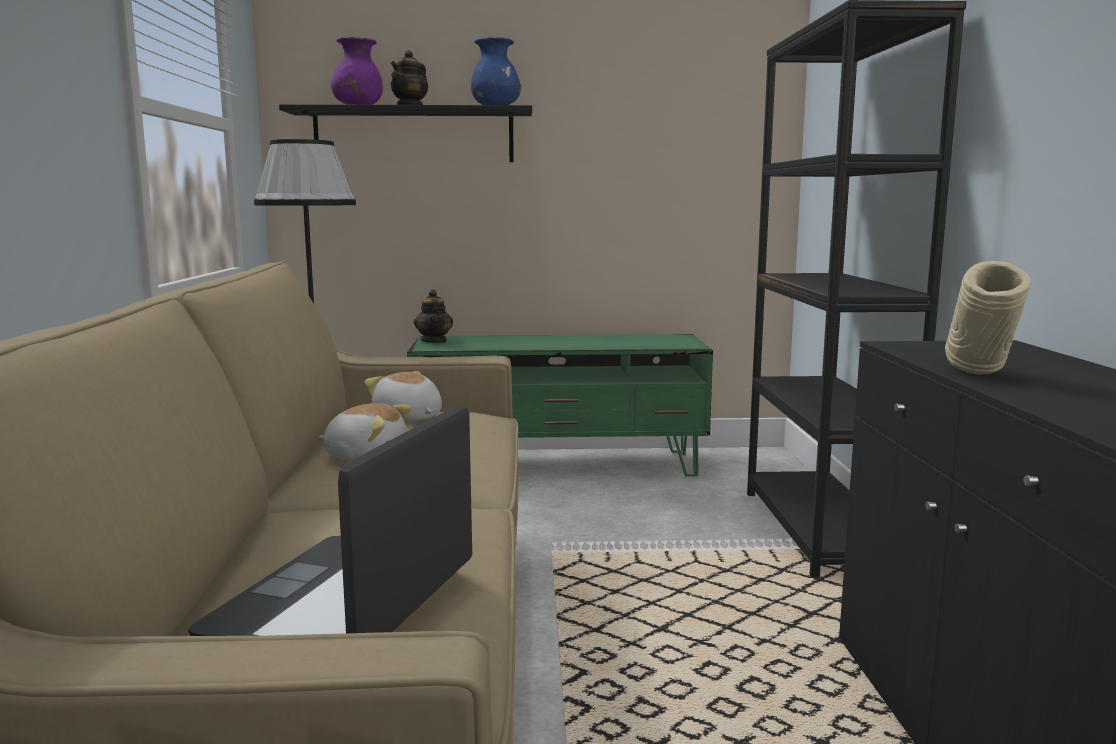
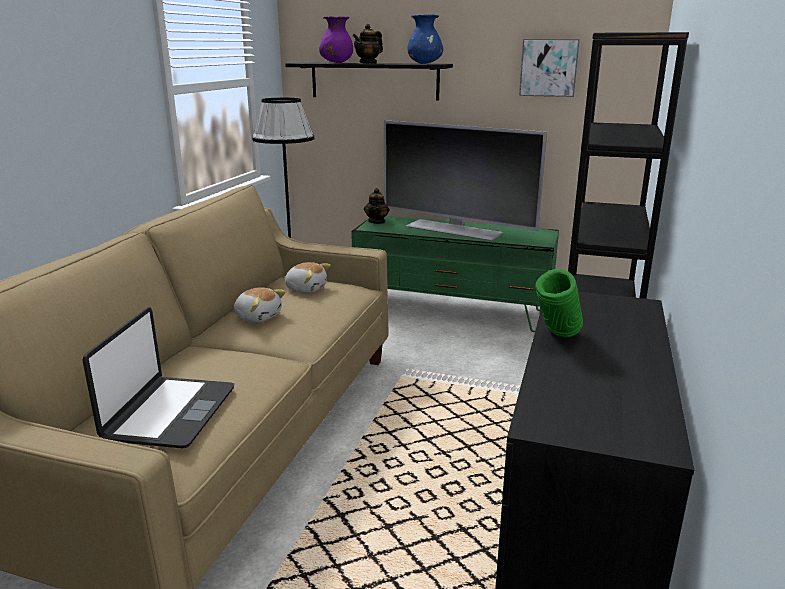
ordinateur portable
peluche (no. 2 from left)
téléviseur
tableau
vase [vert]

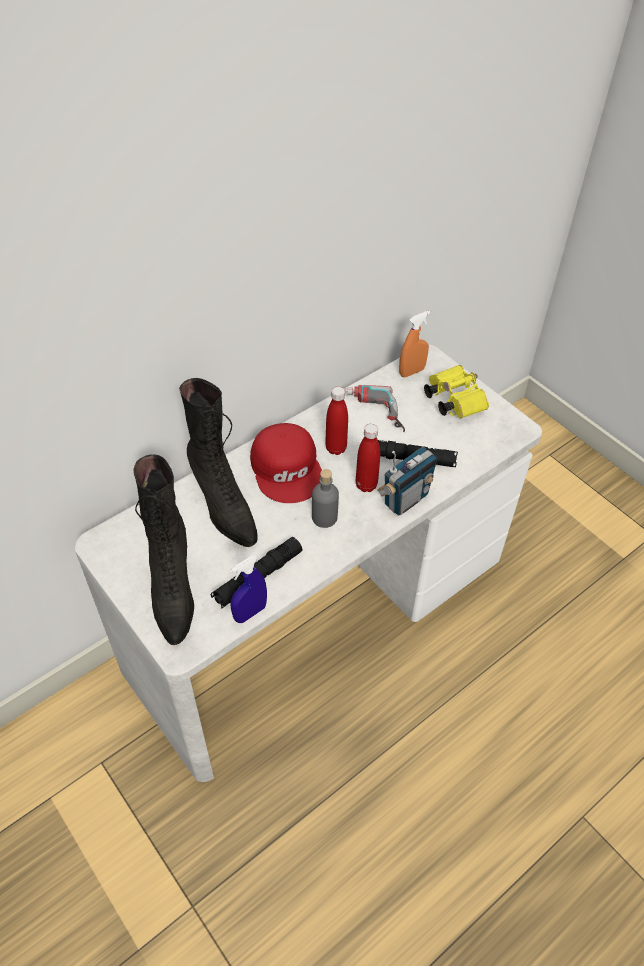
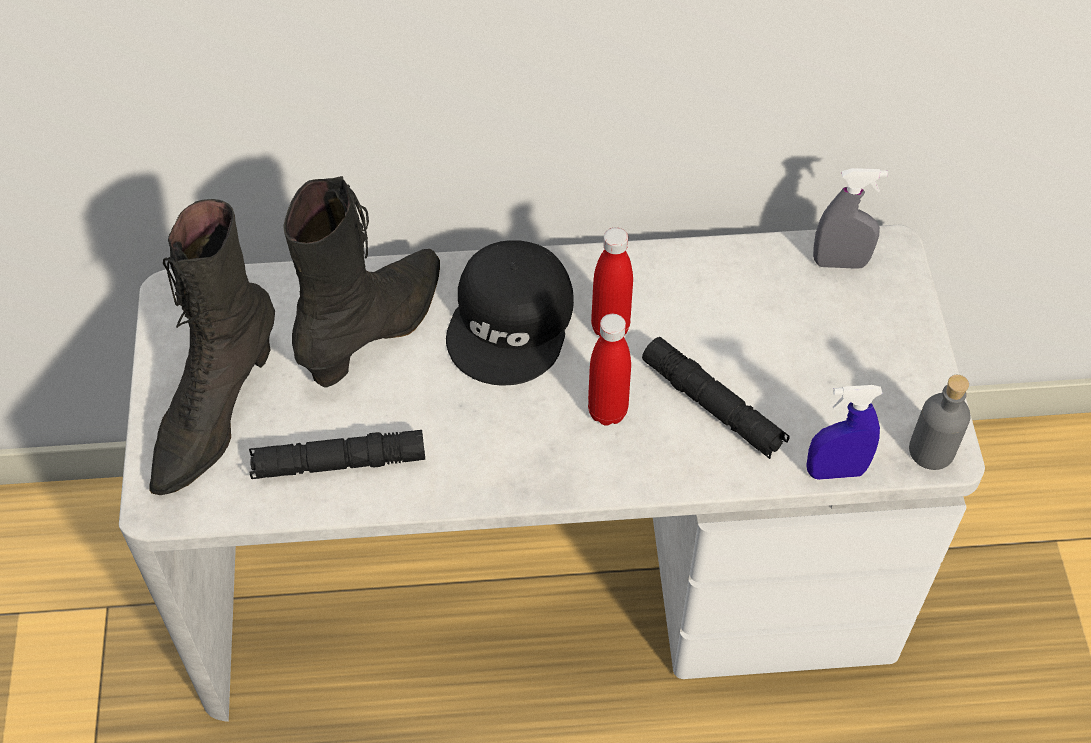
botte [noir] (no. 2 from left)
casquette [noir]
vaporisateur [bleu]
vaporisateur [gris]
bouteille [gris]
perceuse
radio
jumelles [jaune]

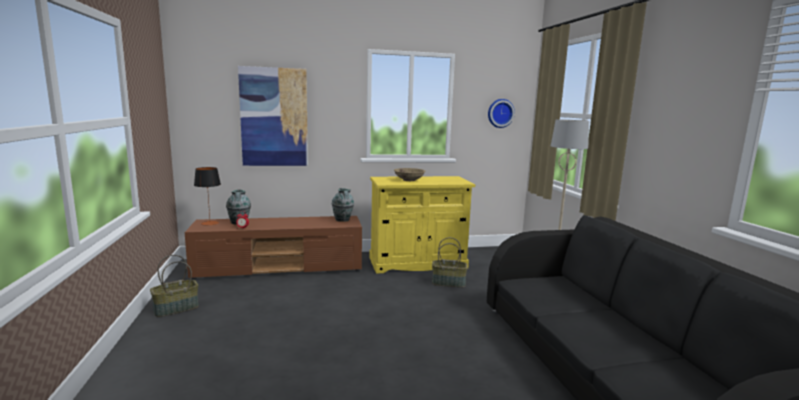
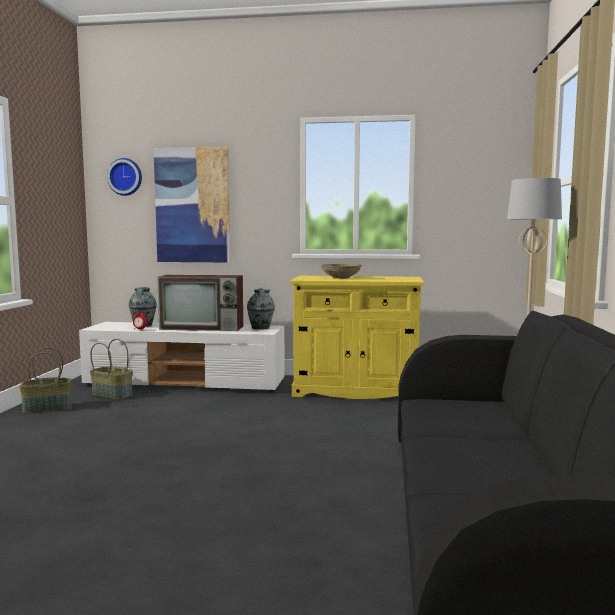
meuble télé [blanc]
panier (no. 2 from left)
horloge murale
téléviseur
lampe de table

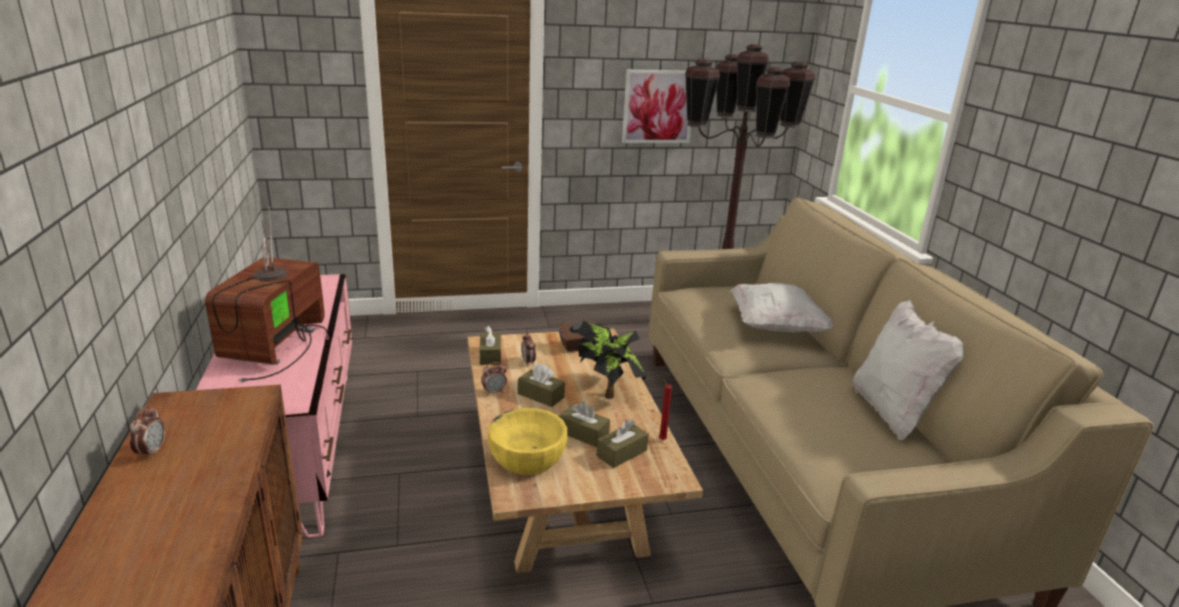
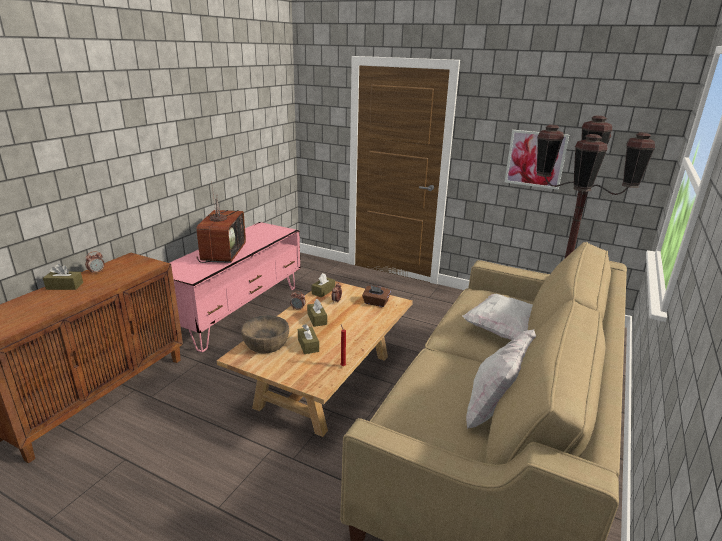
boîte à mouchoirs [marron] (no. 1 from left)
téléviseur
bol [marron]
plante en pot

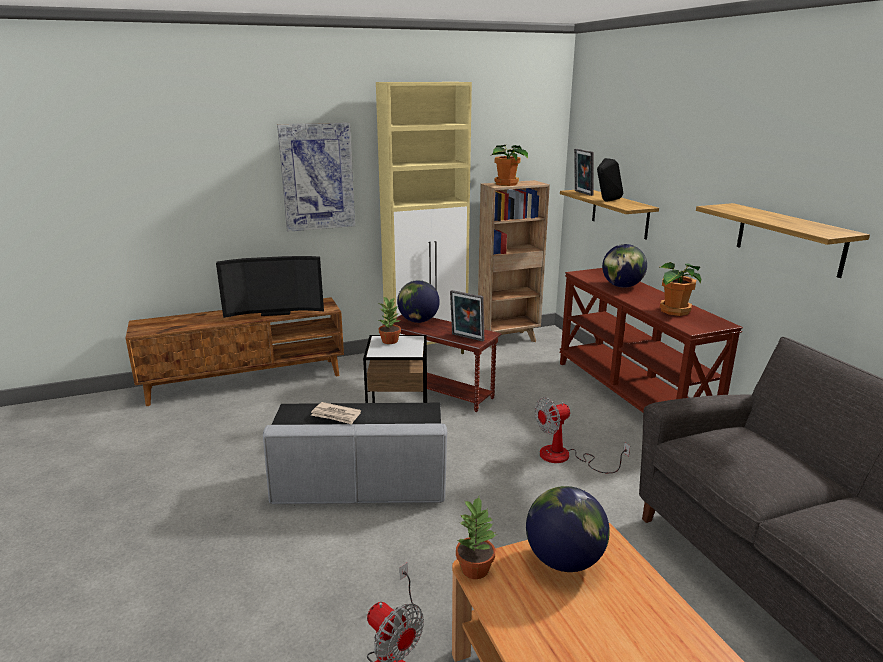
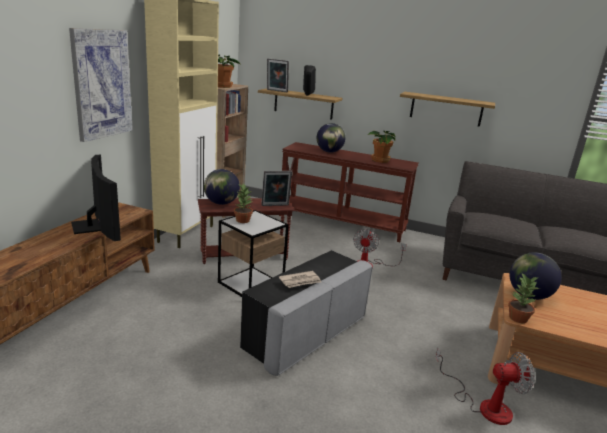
téléviseur

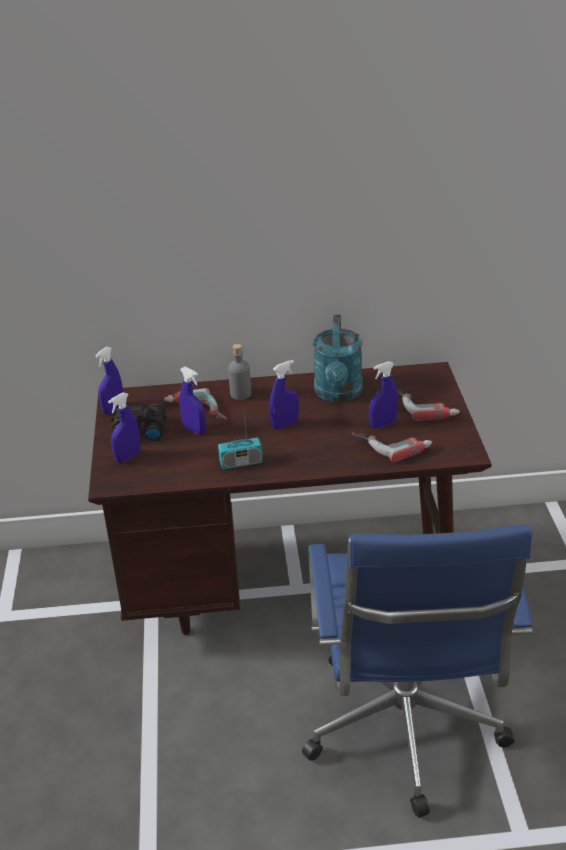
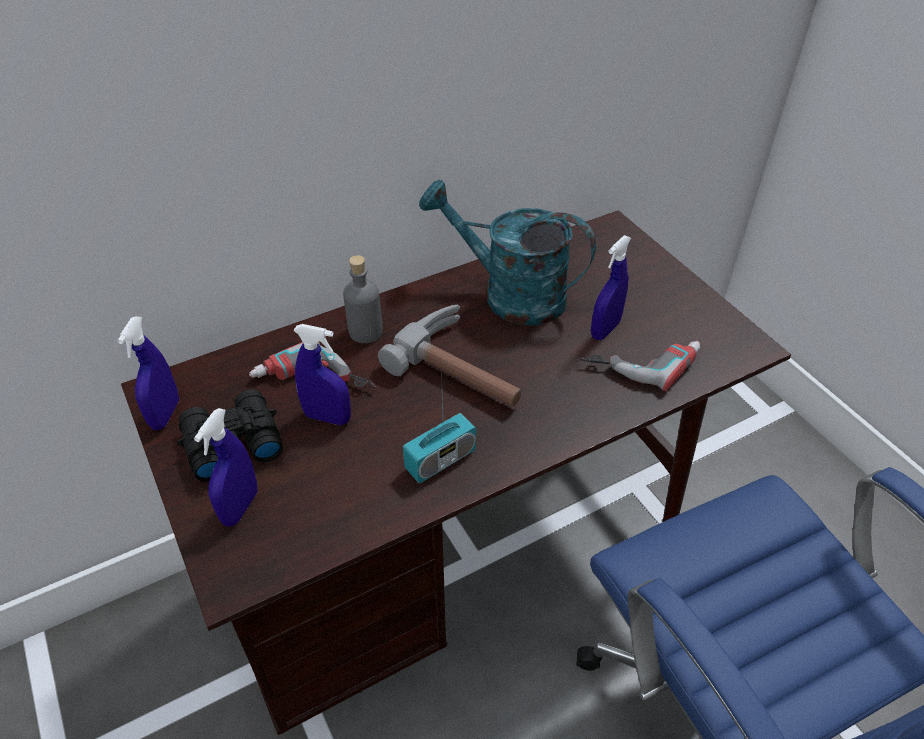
marteau
arrosoir [turquoise]
perceuse (no. 3 from left in the first image)

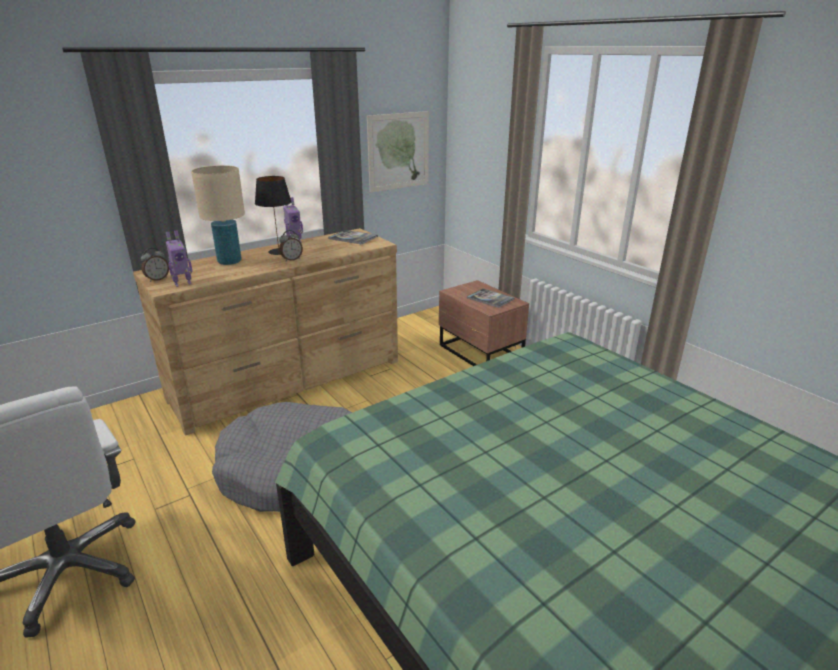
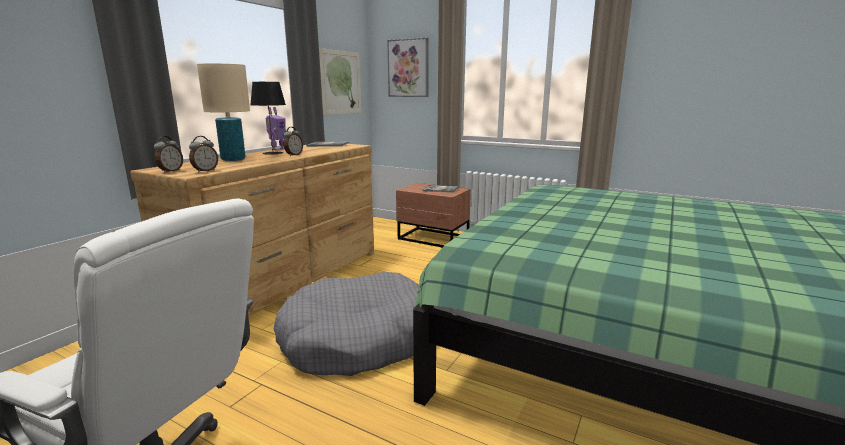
réveil (no. 2 from left)
tableau (no. 2 from left)

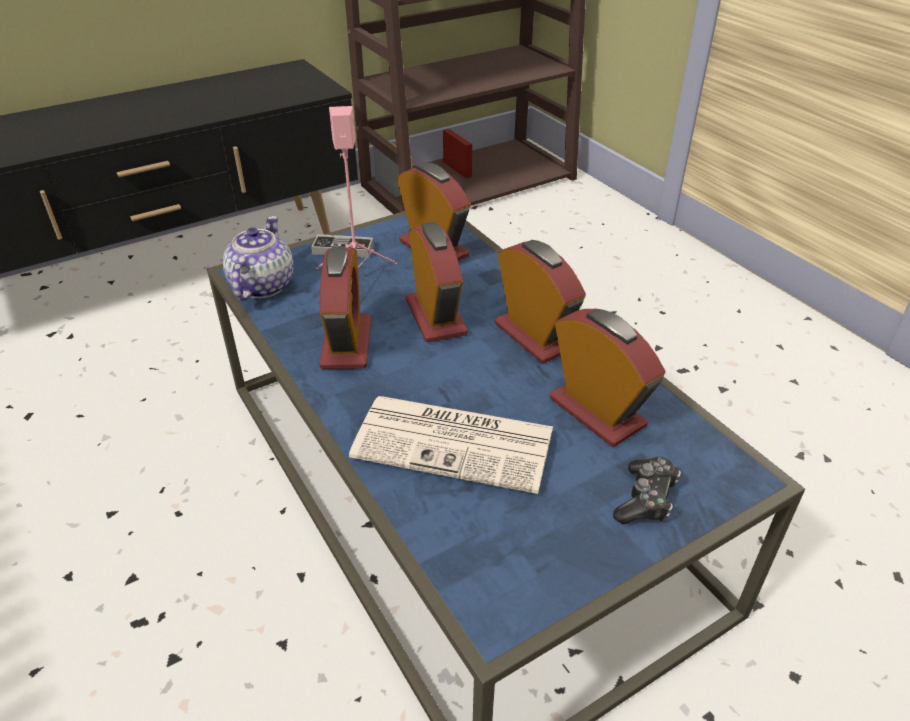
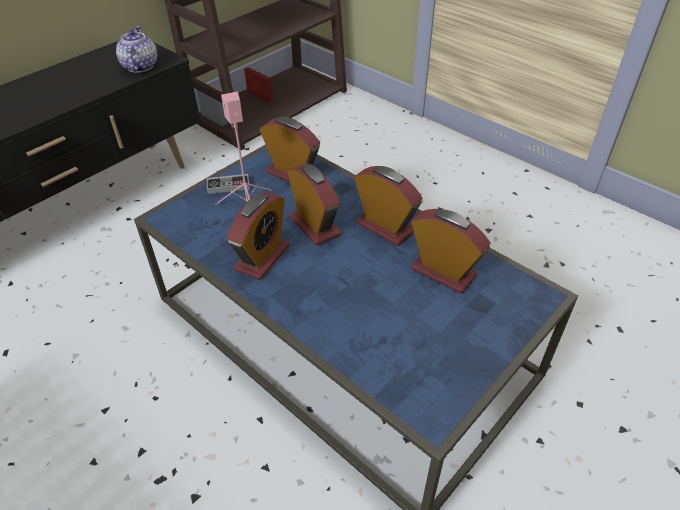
théière
réveil (no. 1 from left)
journal
manette (no. 2 from left in the first image)

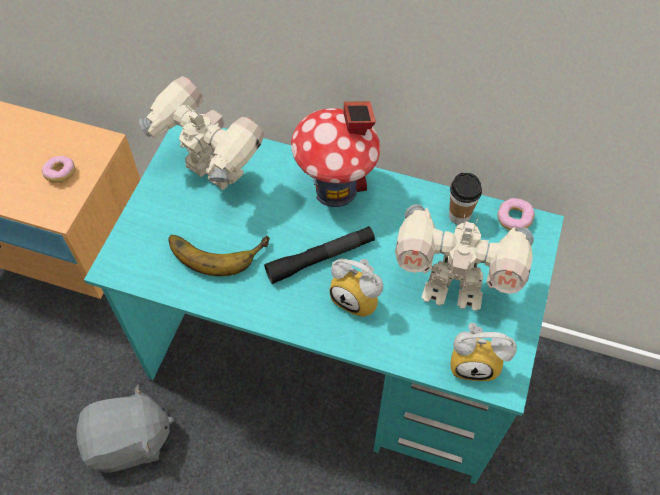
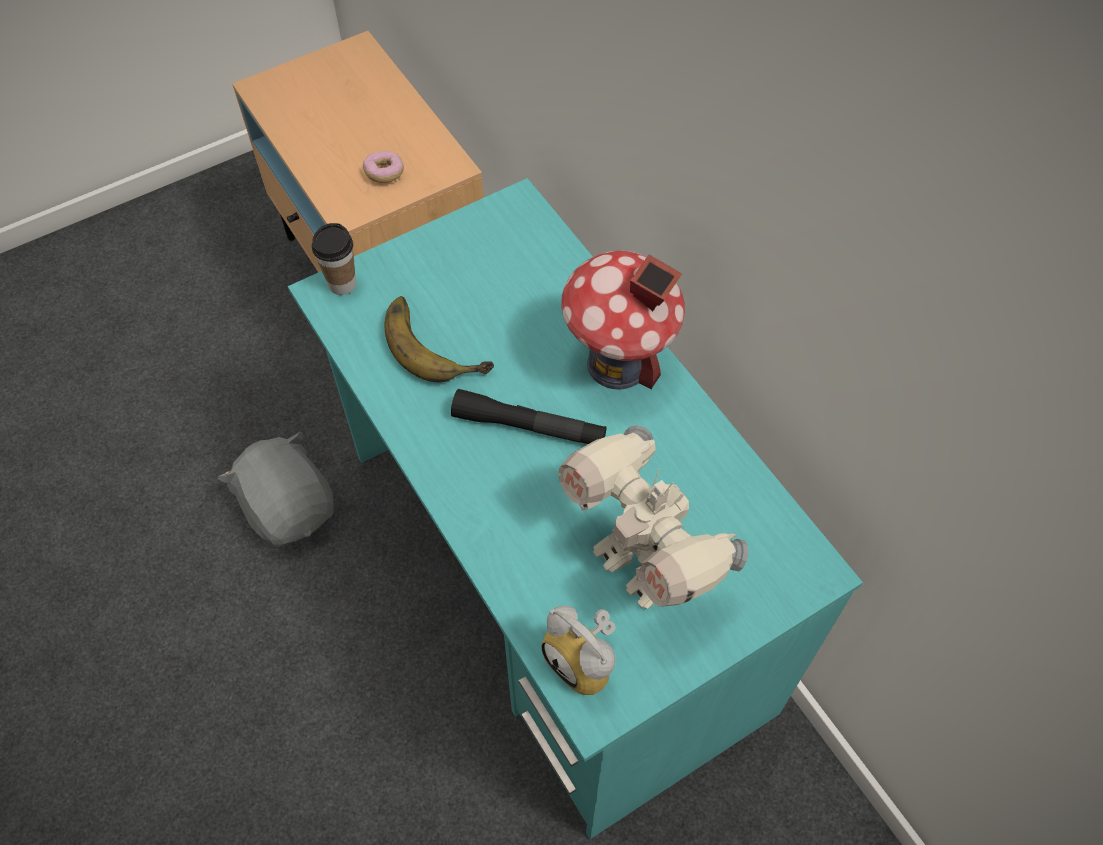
peluche [gris]
tasse
robot jouet (no. 1 from left in the first image)
réveil (no. 1 from left in the first image)
beignet (no. 2 from left in the first image)

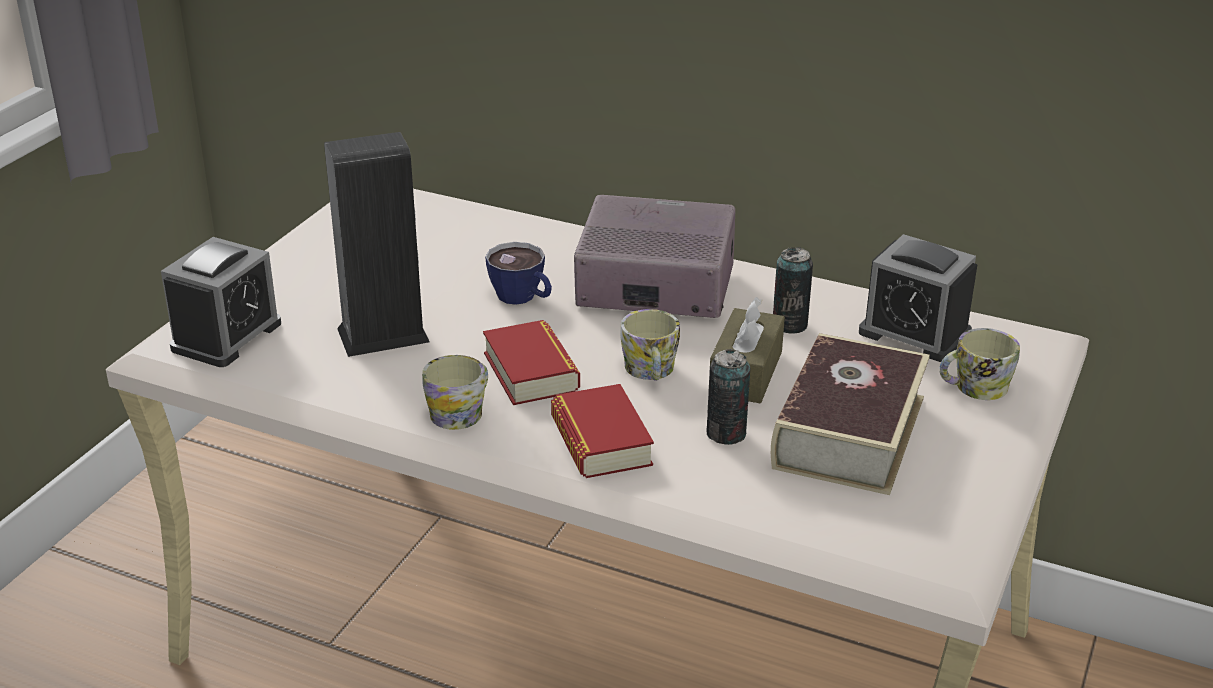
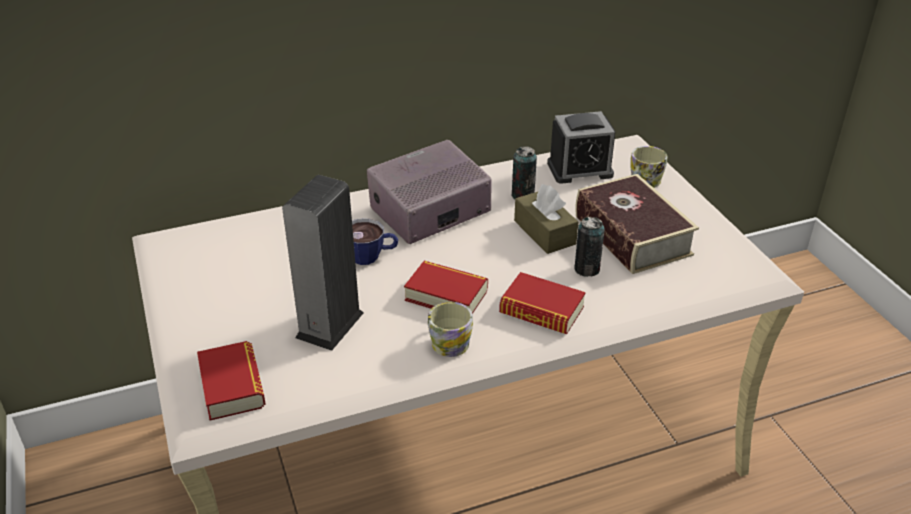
livre (no. 1 from left)
mug (no. 2 from left in the first image)

